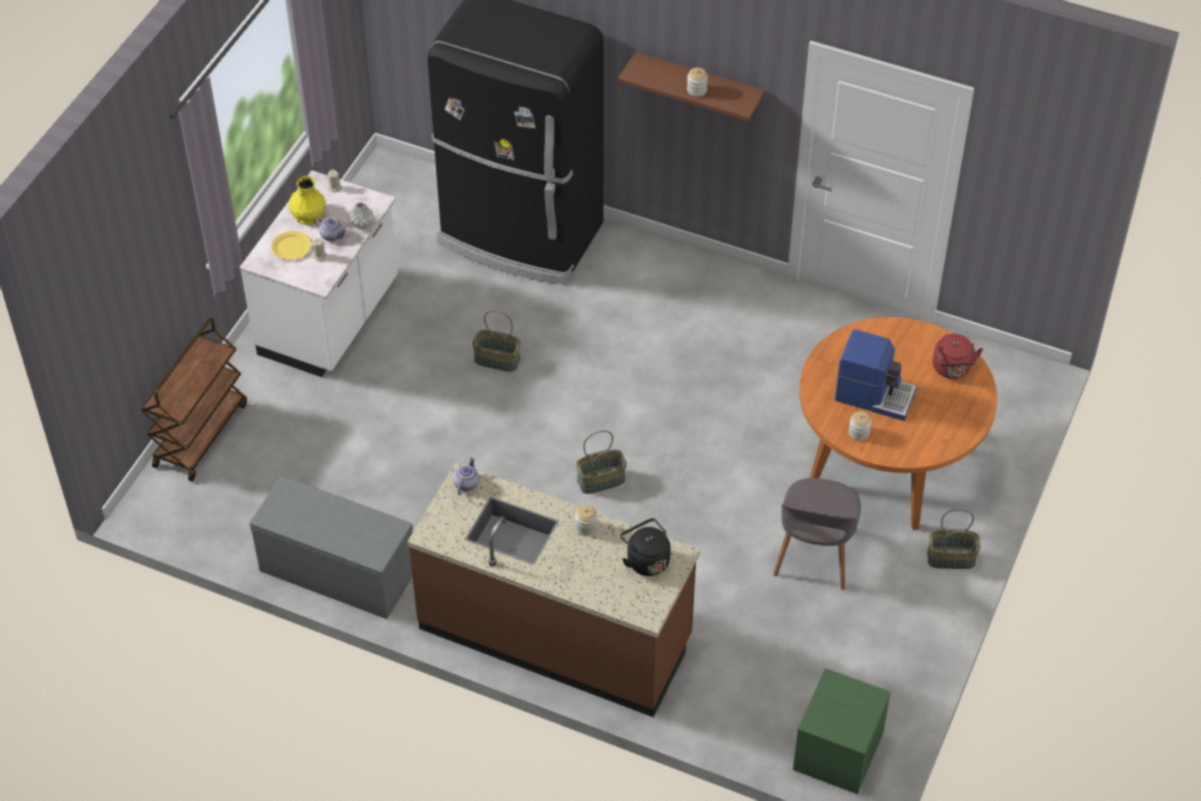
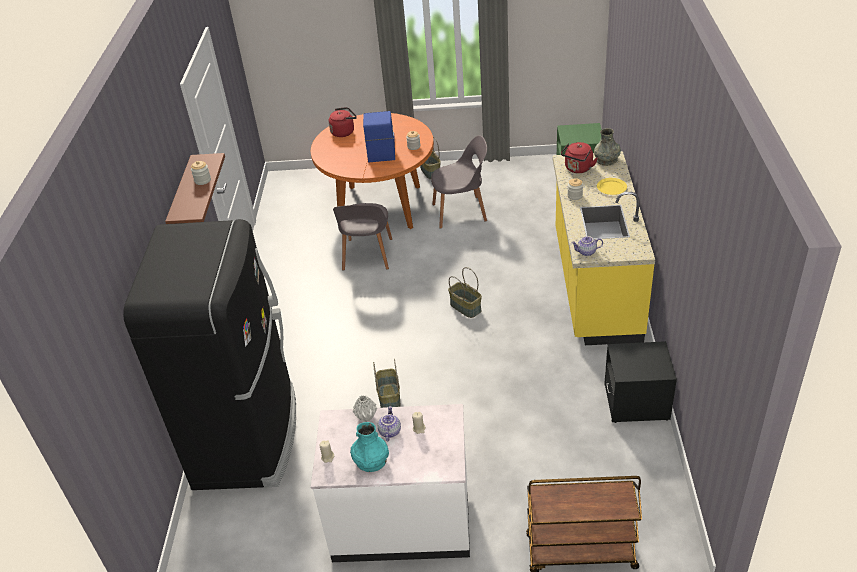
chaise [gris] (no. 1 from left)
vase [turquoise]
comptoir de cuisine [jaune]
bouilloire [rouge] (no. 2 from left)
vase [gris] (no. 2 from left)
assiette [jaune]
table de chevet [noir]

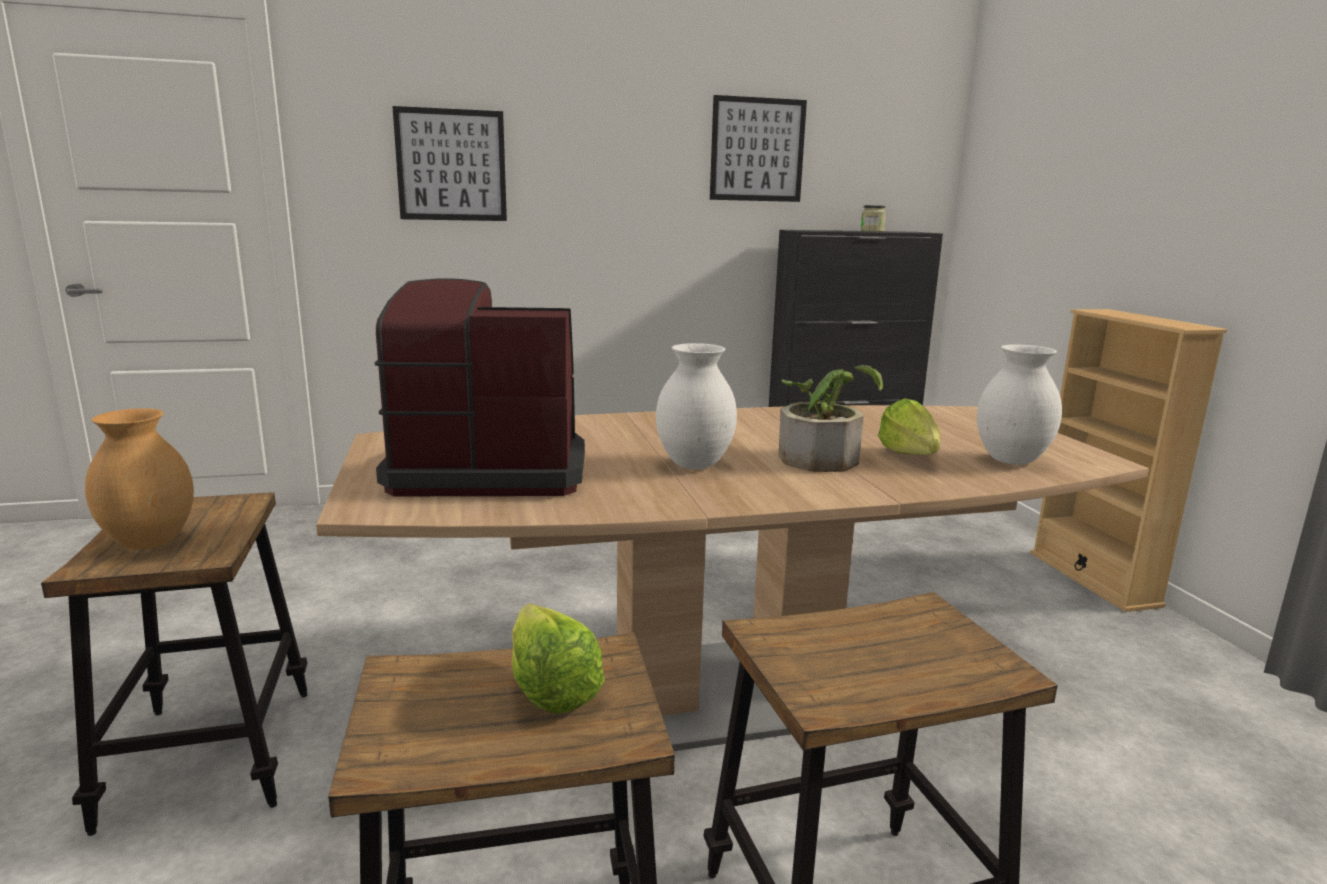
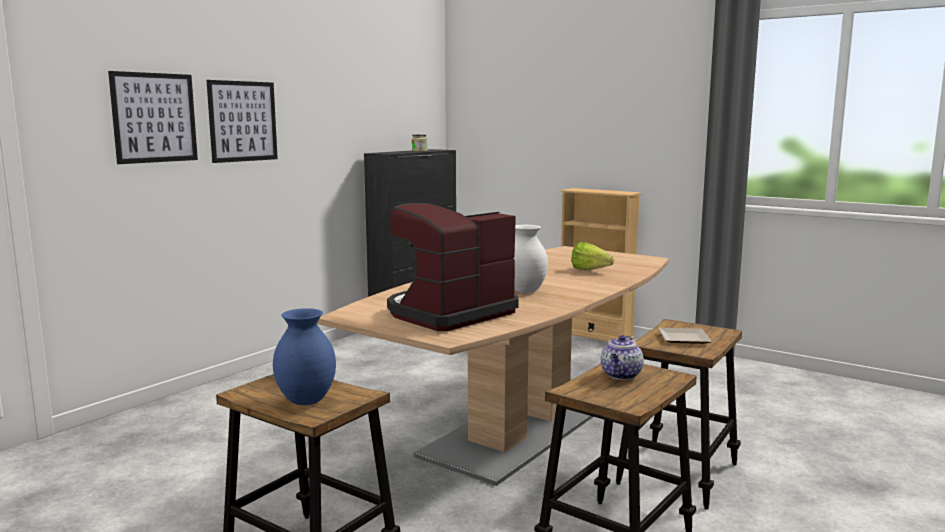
tableau (no. 2 from left)
vase [bleu]
théière
assiette
plante en pot
vase [blanc] (no. 2 from left in the first image)

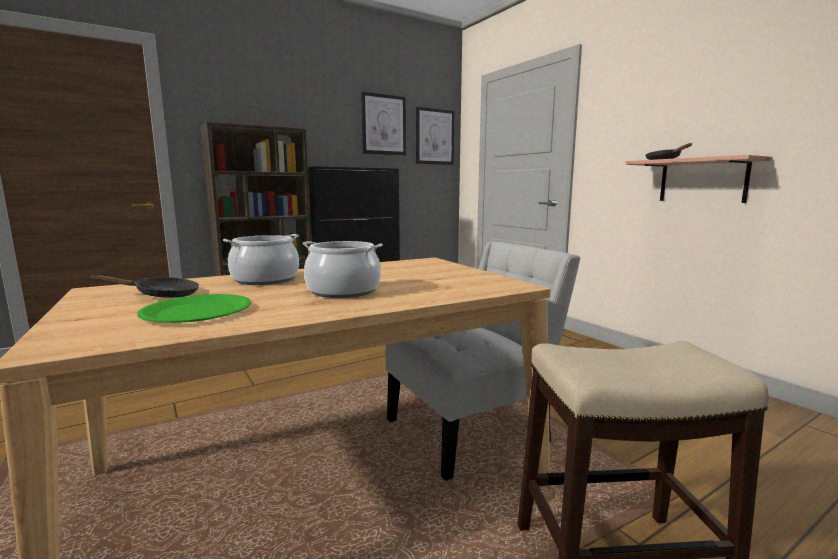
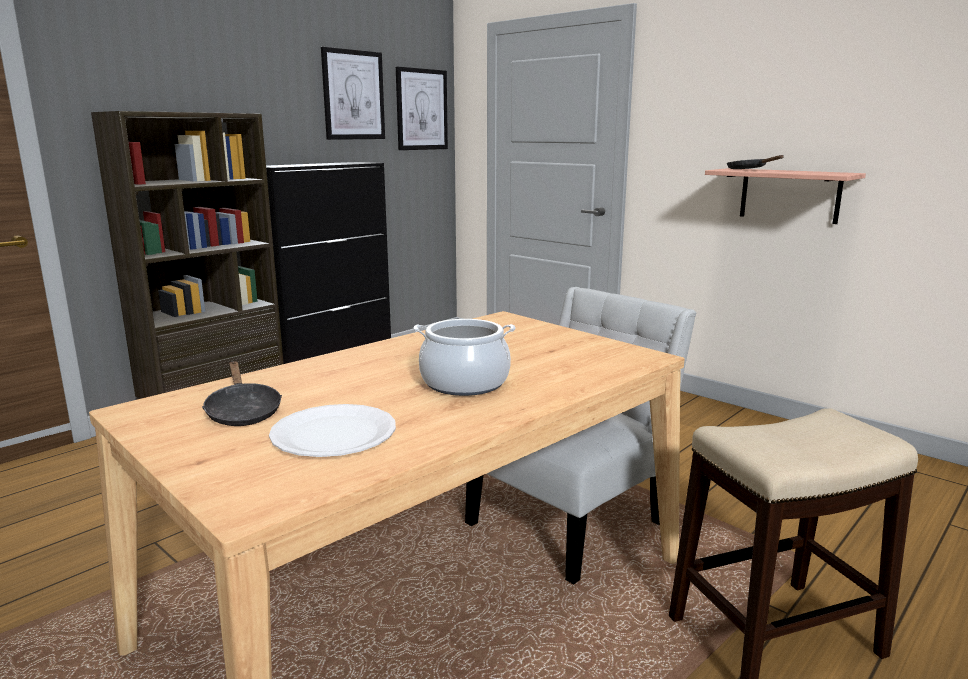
poêle [noir] (no. 1 from left)
assiette [blanc]
marmite (no. 1 from left in the first image)

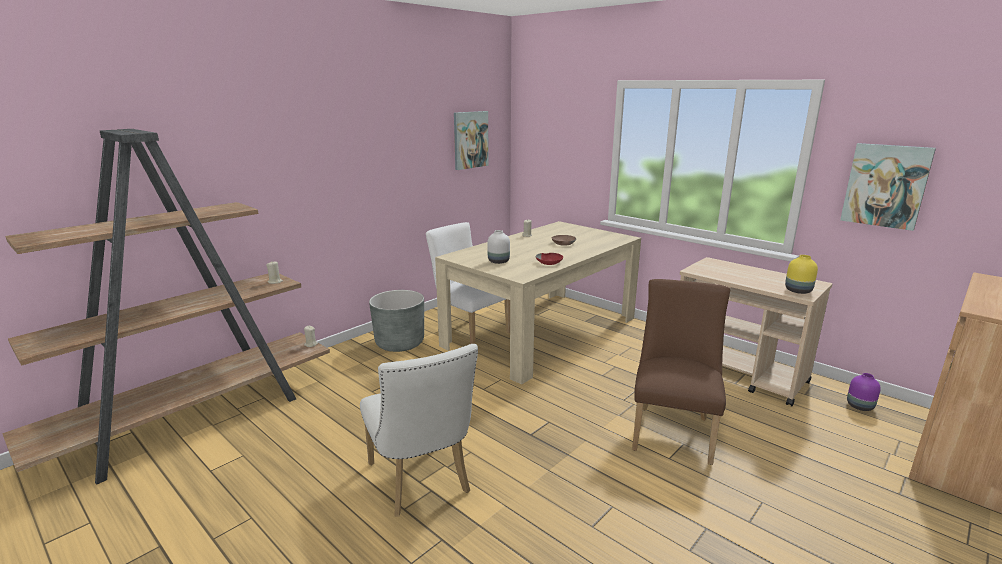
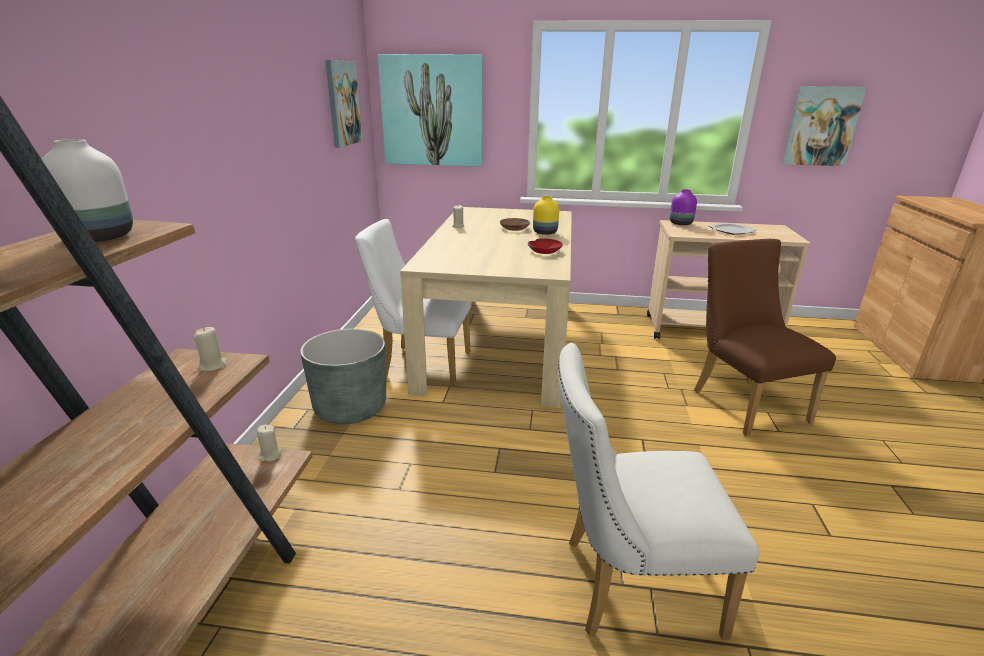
vase [blanc]
tableau (no. 2 from left)
vase [jaune]
chaise [blanc] (no. 2 from left)
vase [violet]
assiette

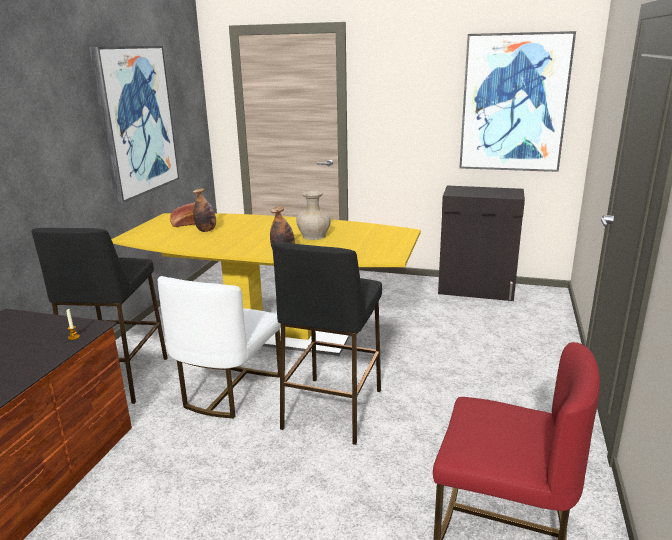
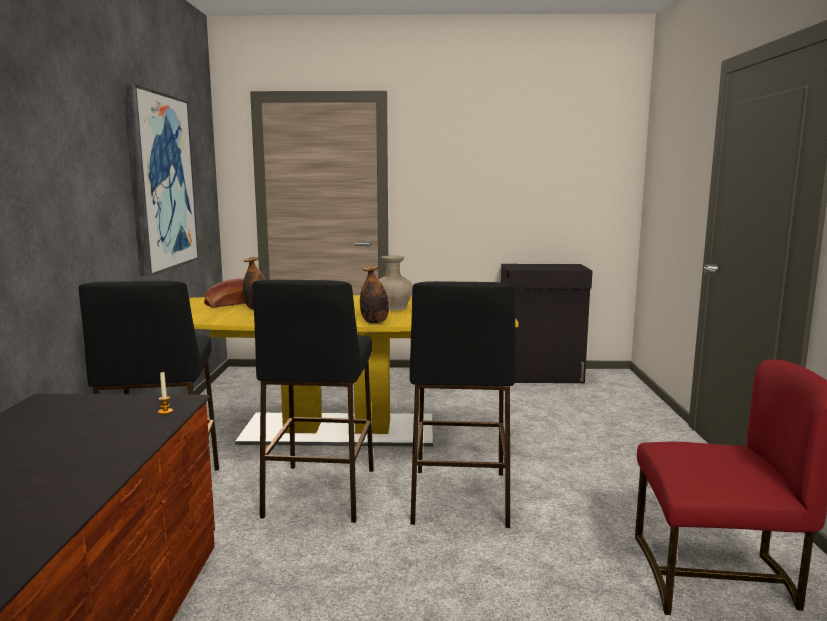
tabouret [noir] (no. 2 from left)
tableau (no. 2 from left in the first image)

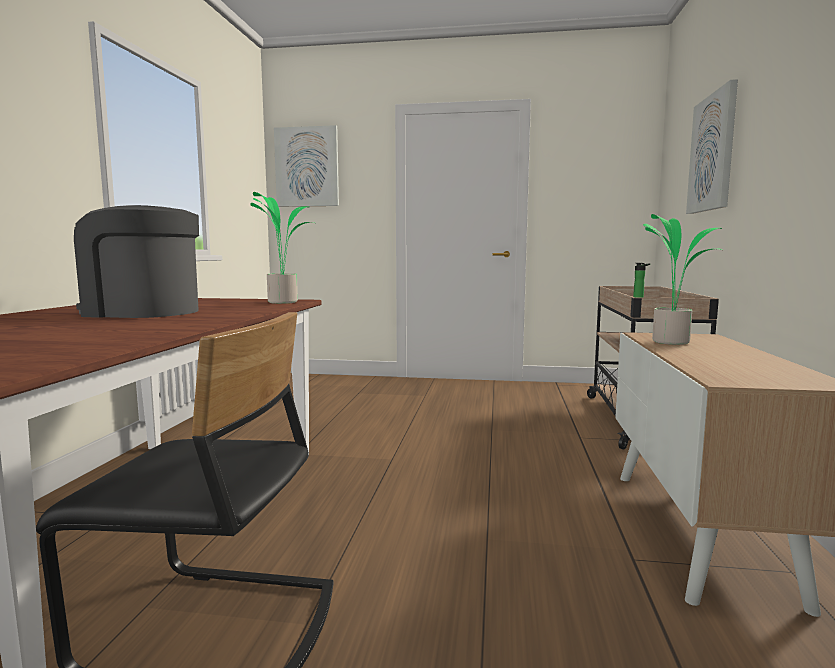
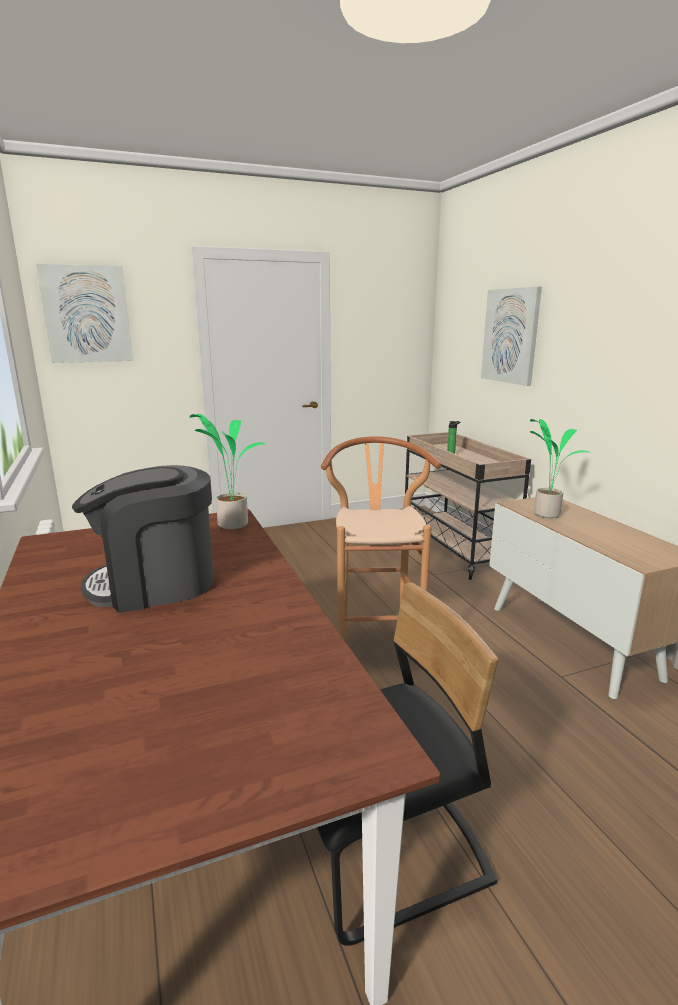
tabouret [marron]

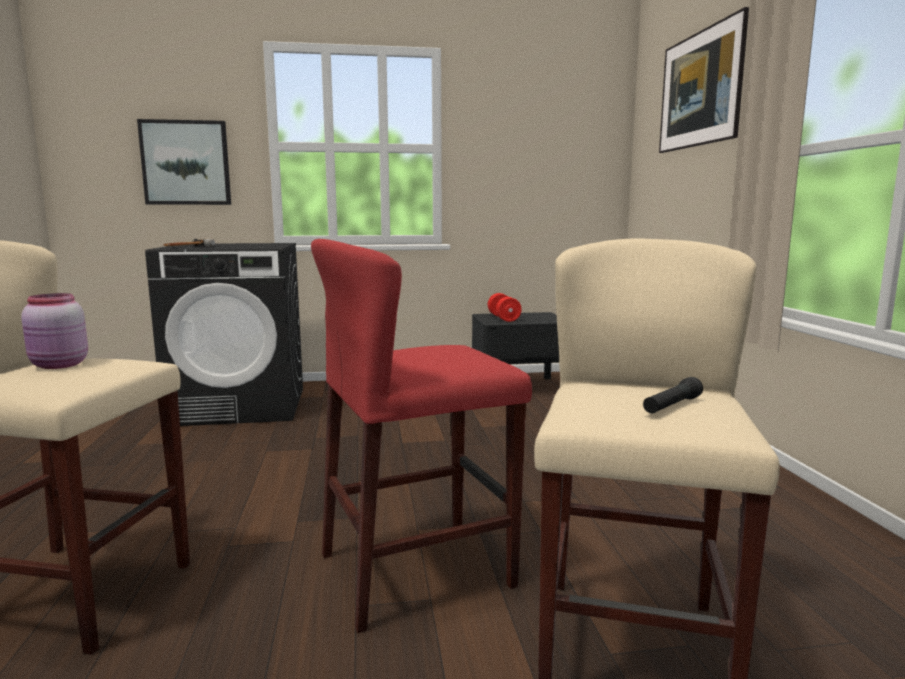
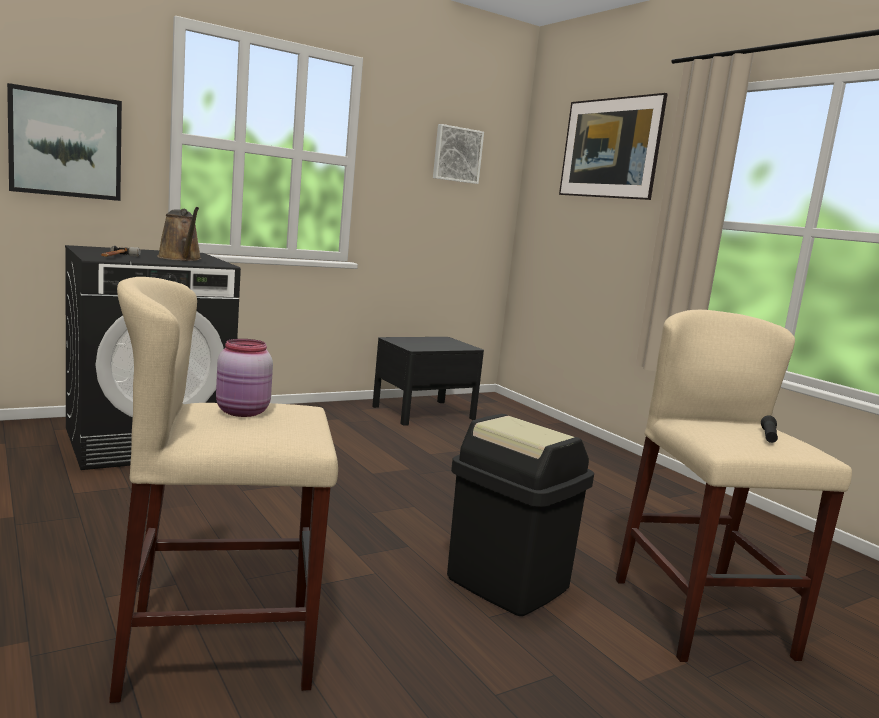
arrosoir [marron]
tableau (no. 2 from left)
poubelle [noir]
haltère [rouge]

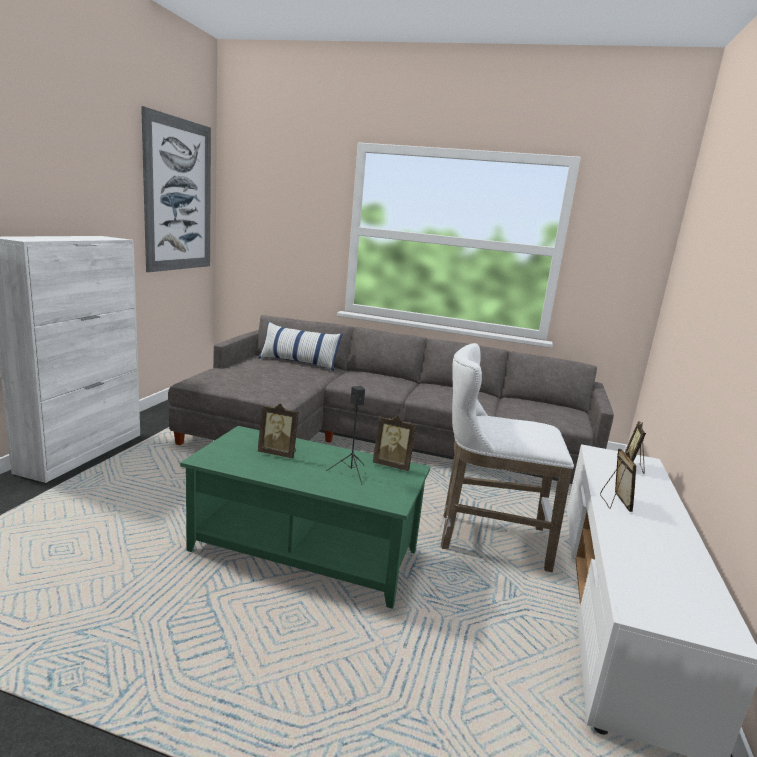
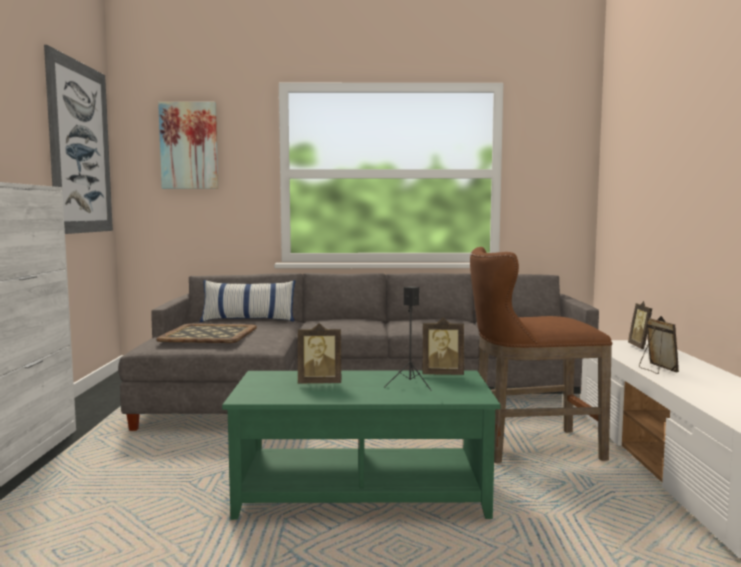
plateau
tableau (no. 2 from left)
tabouret [marron]

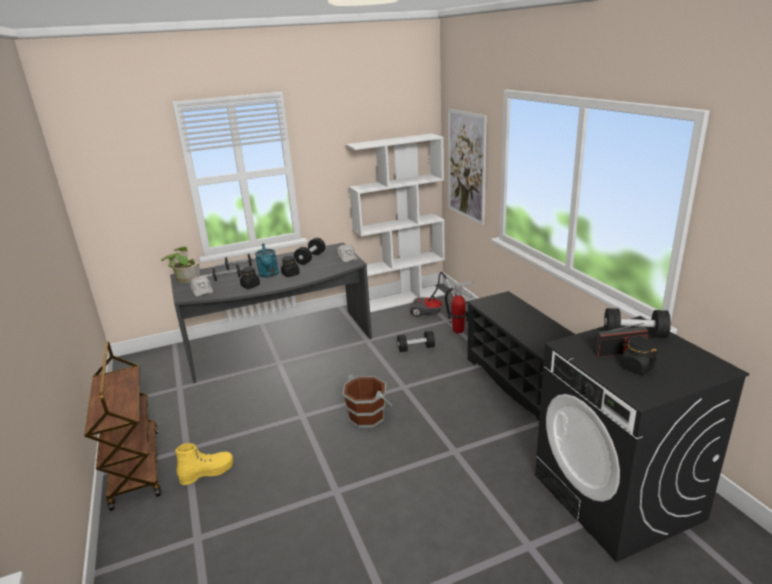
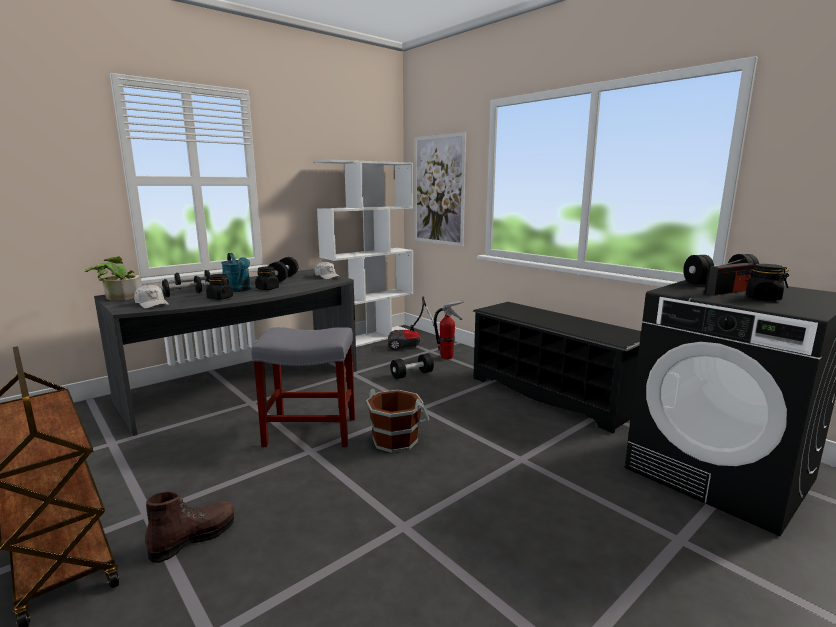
botte [marron]
tabouret [gris]

